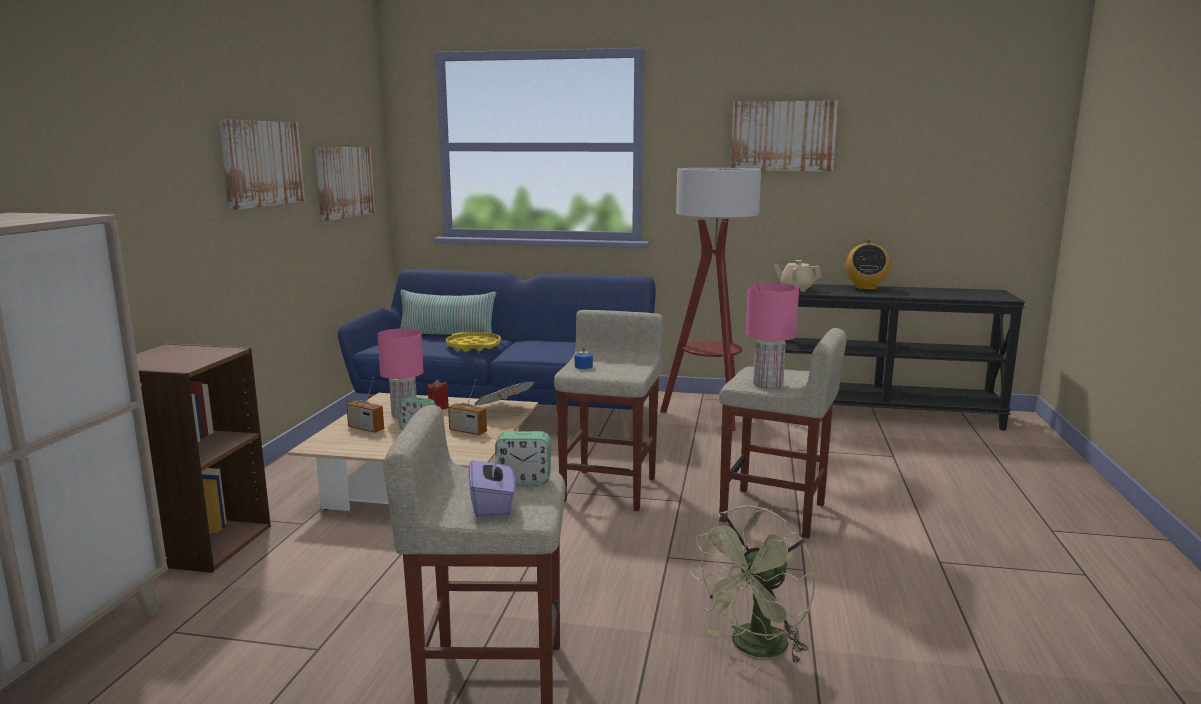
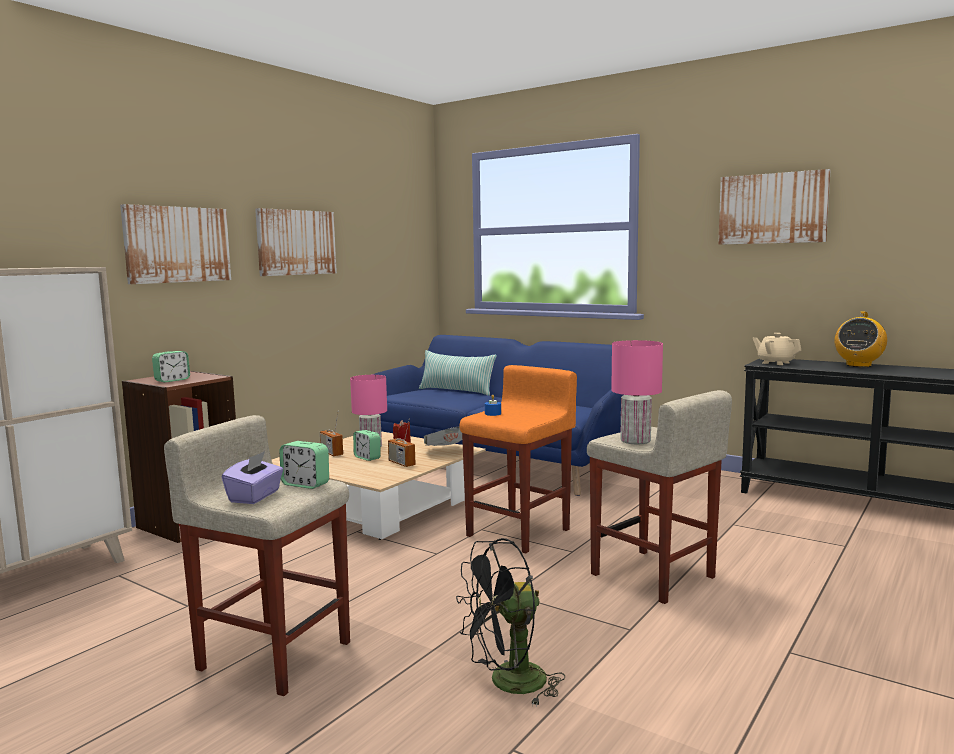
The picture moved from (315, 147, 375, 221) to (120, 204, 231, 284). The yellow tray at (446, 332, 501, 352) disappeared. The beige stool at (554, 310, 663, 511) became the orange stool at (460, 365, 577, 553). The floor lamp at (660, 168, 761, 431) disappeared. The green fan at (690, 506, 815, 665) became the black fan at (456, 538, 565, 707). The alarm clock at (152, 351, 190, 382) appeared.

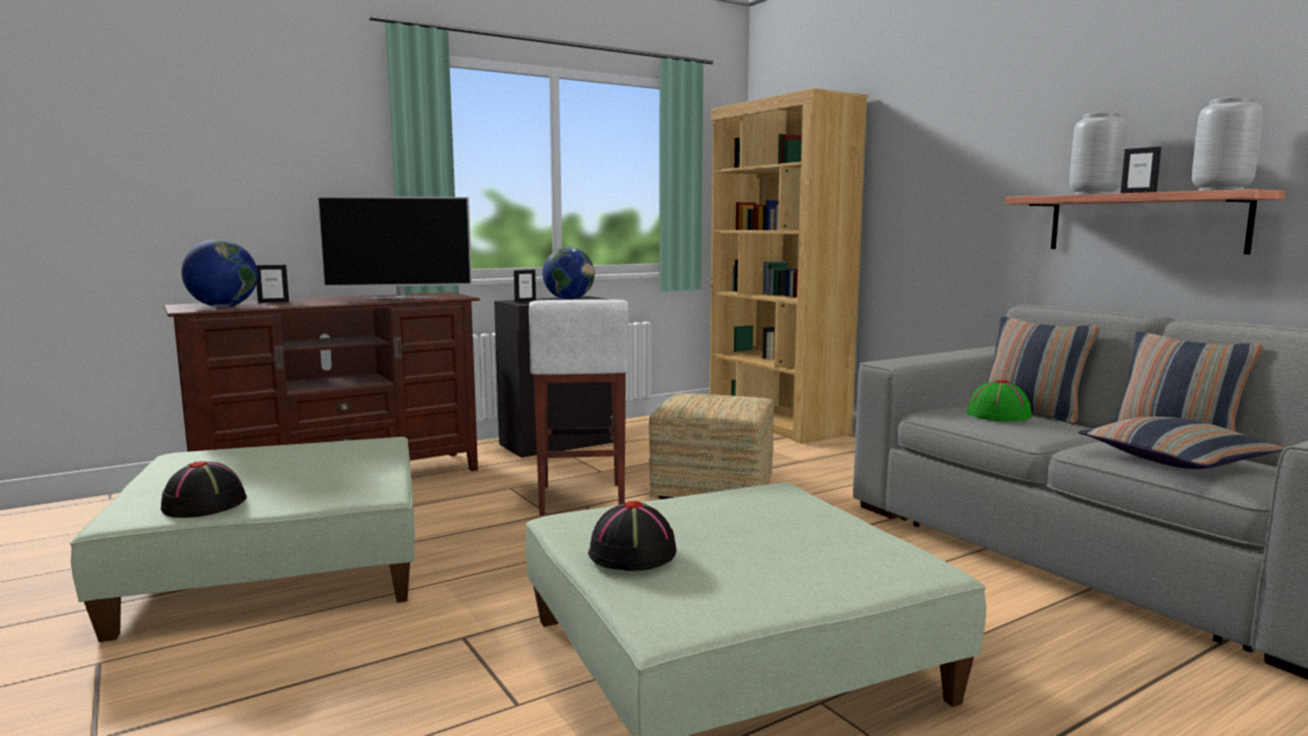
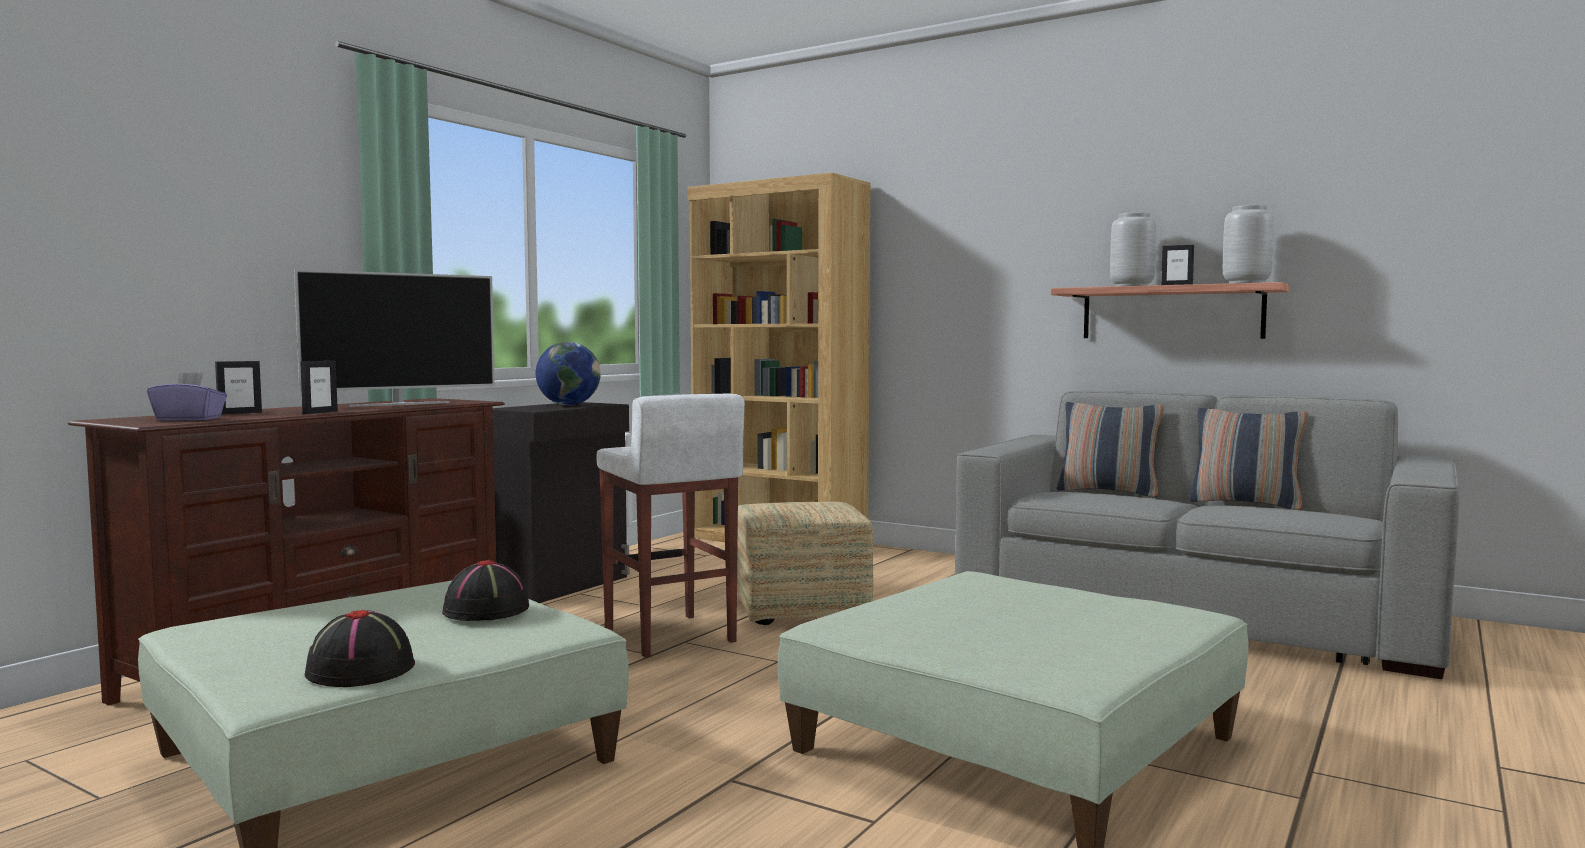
The globe at (181, 239, 258, 307) was replaced by the purple tissue box at (147, 372, 227, 421). The picture frame moved from (514, 270, 536, 302) to (300, 361, 338, 414). The black hat moved from (588, 501, 676, 571) to (442, 560, 529, 621). The green hat at (967, 380, 1032, 421) disappeared. The pillow at (1078, 417, 1285, 469) disappeared.

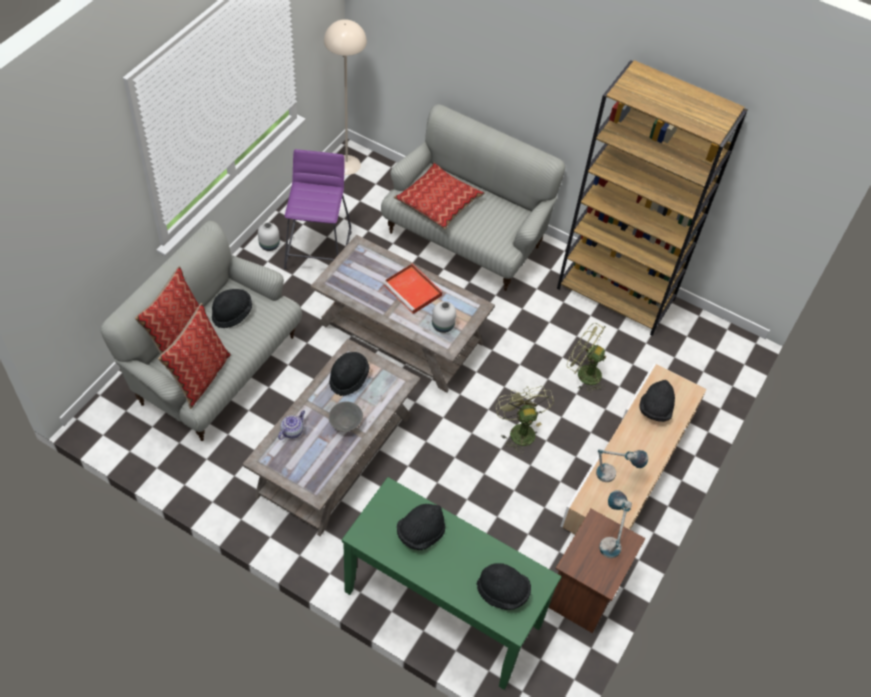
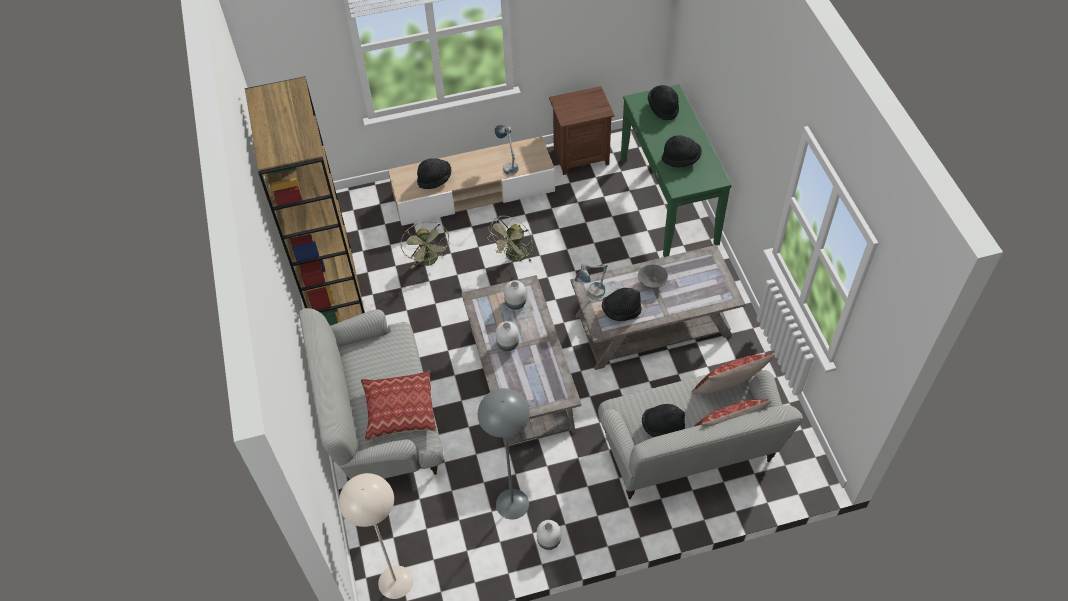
The teapot at (278, 410, 305, 440) disappeared. The purple stool at (284, 149, 352, 269) was replaced by the grey floor lamp at (478, 388, 530, 520). The red tray at (383, 263, 442, 314) was replaced by the white vase at (496, 321, 519, 351). The table lamp moved from (599, 490, 632, 558) to (575, 264, 607, 298).

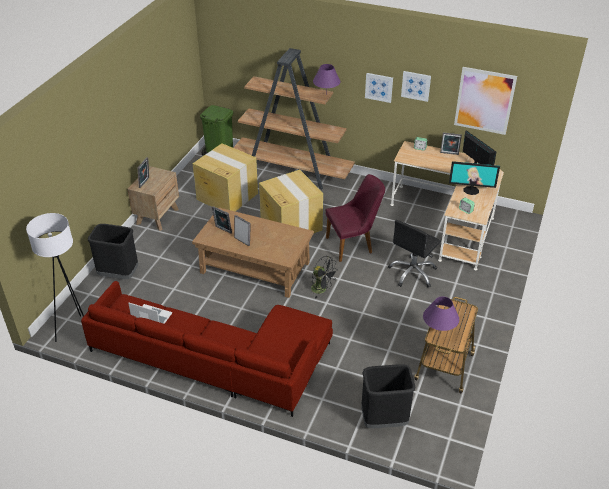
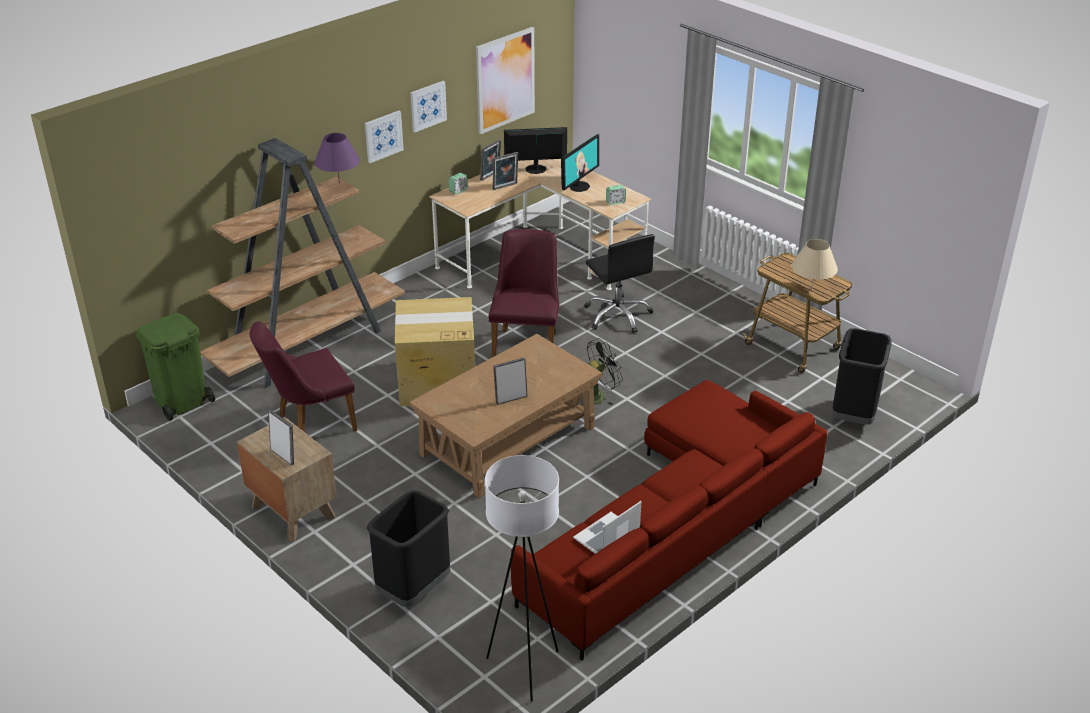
The cardboard box at (193, 143, 258, 211) was replaced by the purple chair at (250, 322, 358, 432). The picture frame moved from (212, 206, 232, 234) to (493, 152, 518, 190). The purple table lamp at (423, 296, 459, 331) became the beige table lamp at (792, 239, 838, 289).

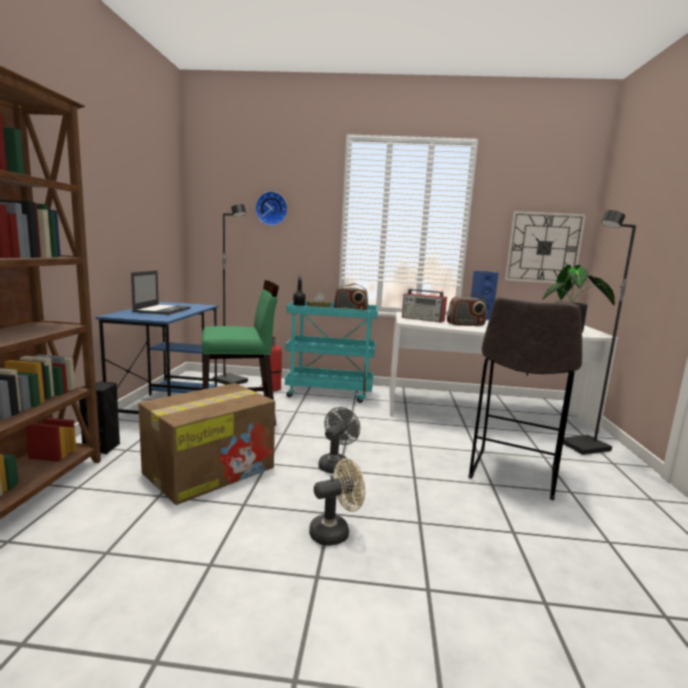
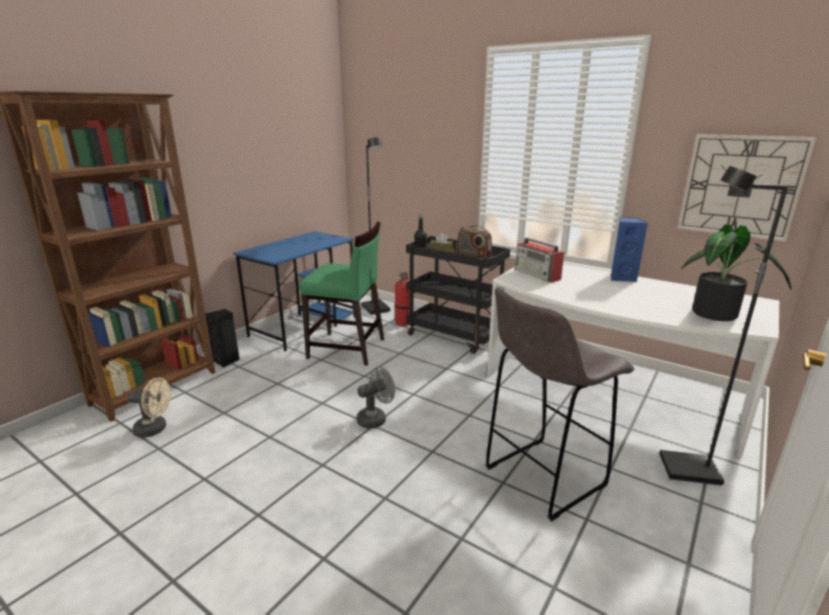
The laptop at (131, 271, 190, 315) disappeared. The cardboard box at (138, 383, 275, 505) disappeared. The wall clock at (255, 191, 288, 226) disappeared. The turquoise cart at (285, 301, 378, 403) became the black cart at (406, 236, 510, 354). The beige fan moved from (309, 458, 365, 546) to (128, 378, 171, 438). The radio at (447, 293, 486, 326) disappeared.

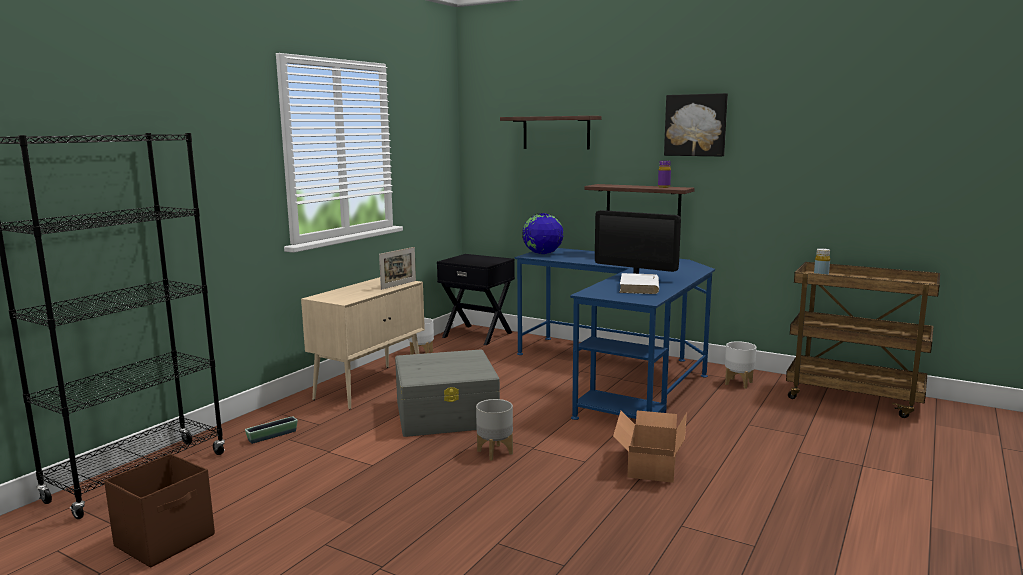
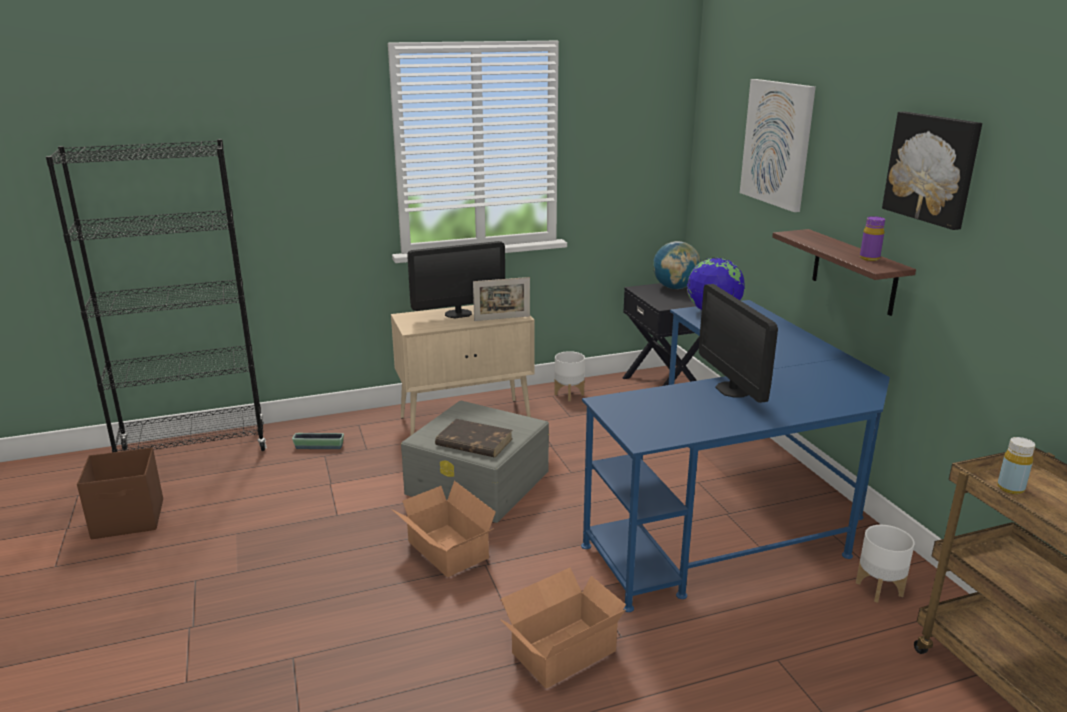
The grey planter at (476, 399, 513, 460) was replaced by the cardboard box at (392, 481, 496, 577). The shelf at (500, 116, 602, 150) was replaced by the picture at (740, 79, 816, 212). The white book at (619, 273, 659, 294) disappeared. The monitor at (407, 241, 505, 318) appeared. The brown book at (435, 419, 512, 458) appeared. The globe at (653, 241, 701, 289) appeared.

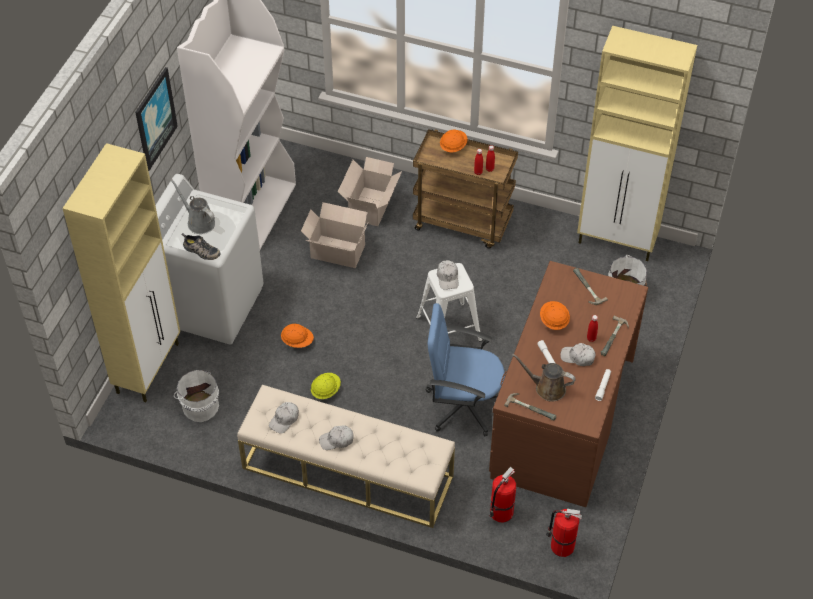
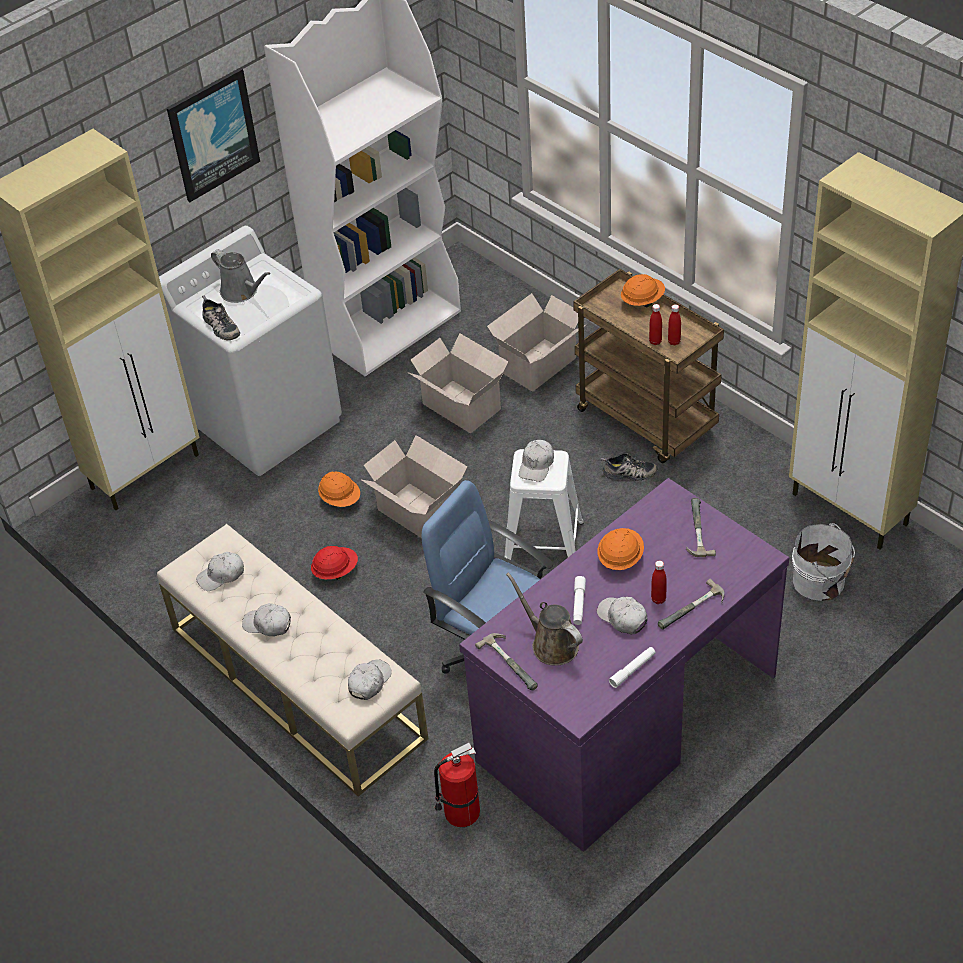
The grey watering can at (171, 179, 215, 234) turned 150 degrees clockwise. The white bucket at (174, 370, 219, 422) disappeared. The yellow hard hat at (311, 373, 341, 399) became the red hard hat at (311, 546, 358, 580). The brown desk at (489, 261, 648, 507) became the purple desk at (459, 478, 789, 851). The fire extinguisher at (546, 509, 582, 557) disappeared. The white cap at (348, 659, 392, 700) appeared. The cardboard box at (362, 435, 467, 538) appeared. The shoe at (601, 453, 658, 481) appeared.

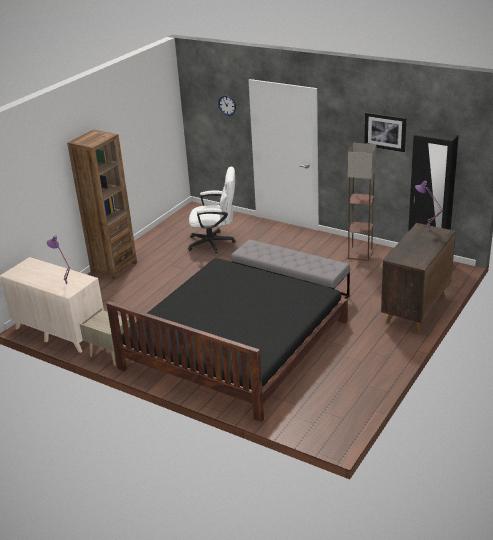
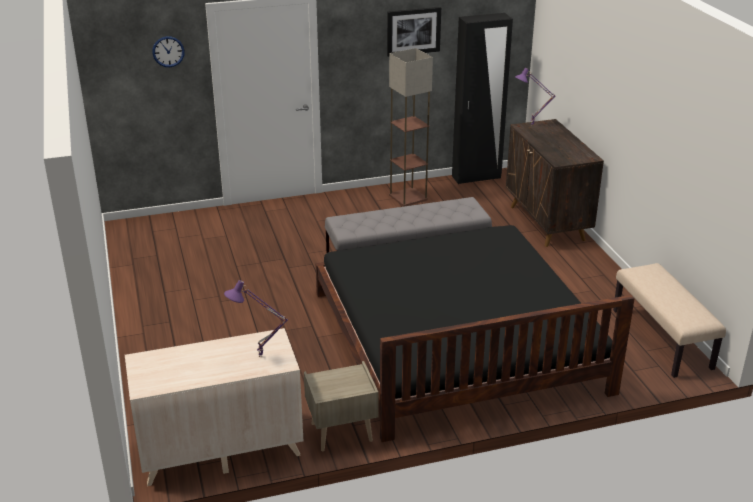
The brown bookcase at (67, 130, 137, 279) disappeared. The white office chair at (188, 167, 236, 254) disappeared. The beige bench at (613, 263, 726, 378) appeared.

